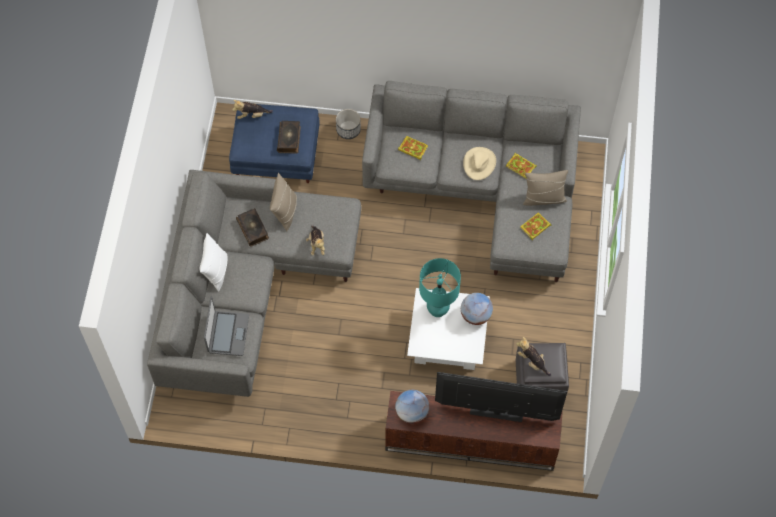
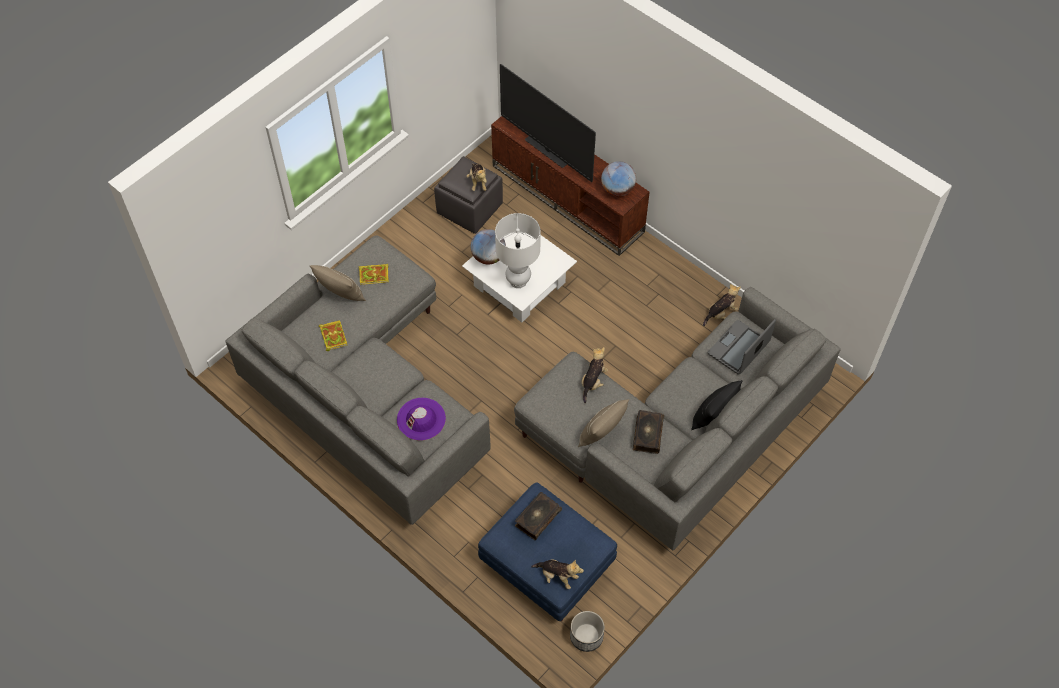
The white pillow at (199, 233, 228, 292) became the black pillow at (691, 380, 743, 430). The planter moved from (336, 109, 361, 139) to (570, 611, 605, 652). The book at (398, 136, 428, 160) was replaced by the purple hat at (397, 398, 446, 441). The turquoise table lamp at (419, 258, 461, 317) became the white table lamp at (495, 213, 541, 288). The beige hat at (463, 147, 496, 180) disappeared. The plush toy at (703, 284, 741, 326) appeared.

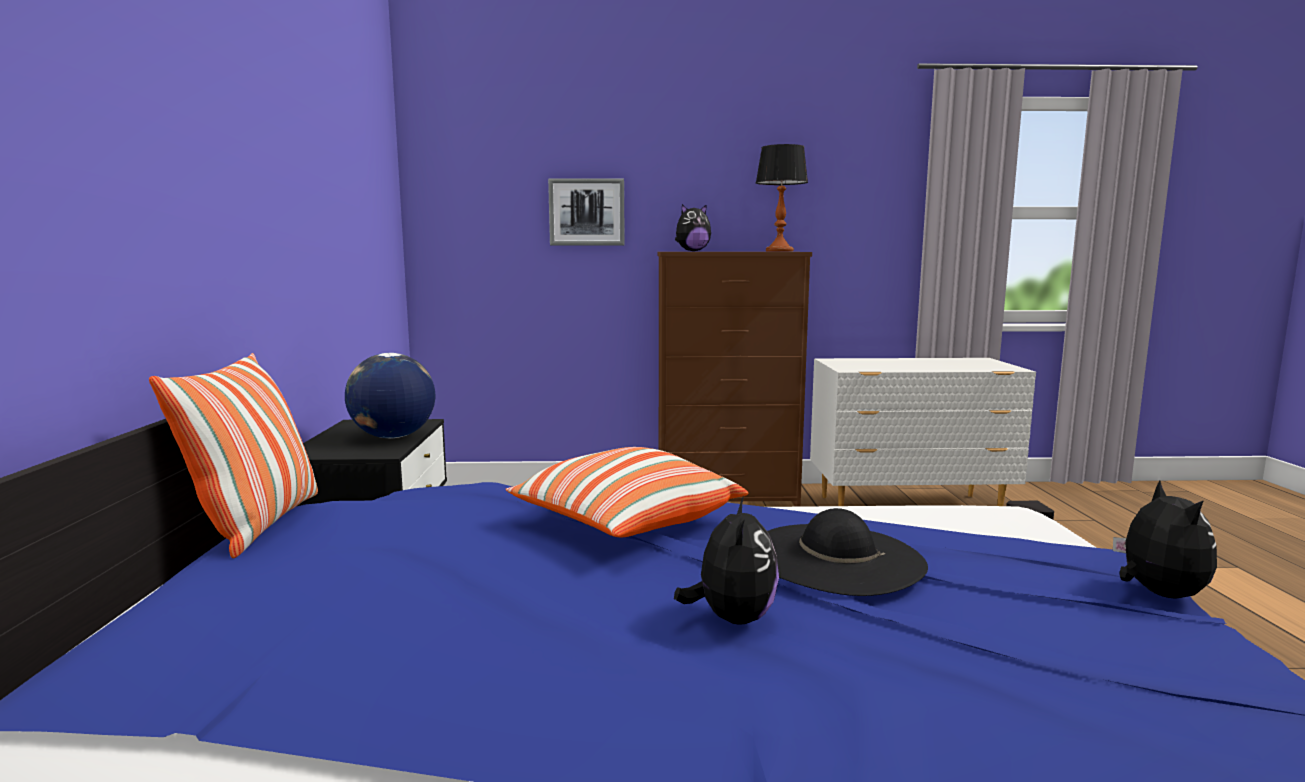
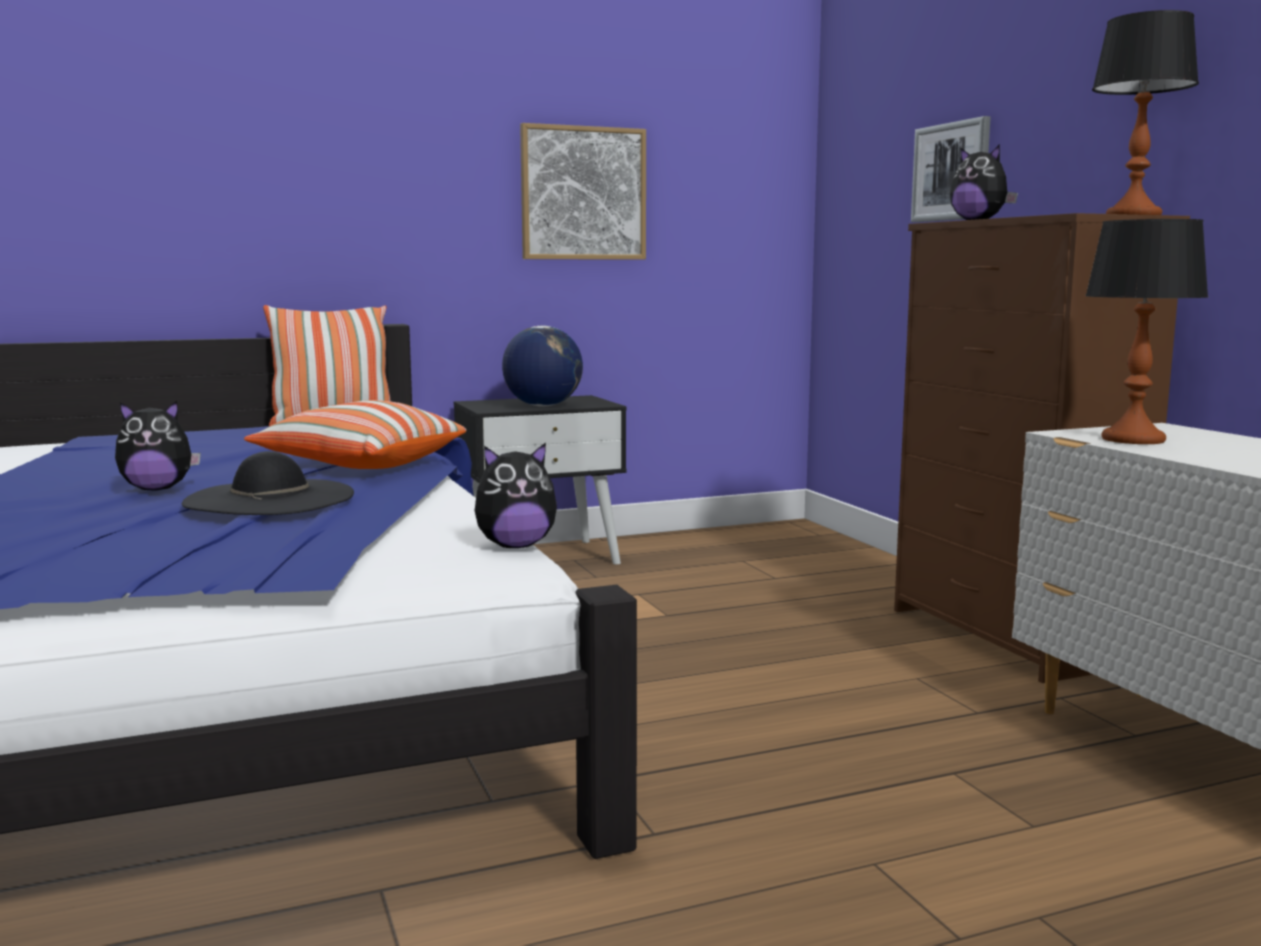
The plush toy moved from (1113, 480, 1217, 599) to (475, 443, 557, 548). The picture at (520, 123, 646, 260) appeared. The table lamp at (1085, 219, 1209, 444) appeared.

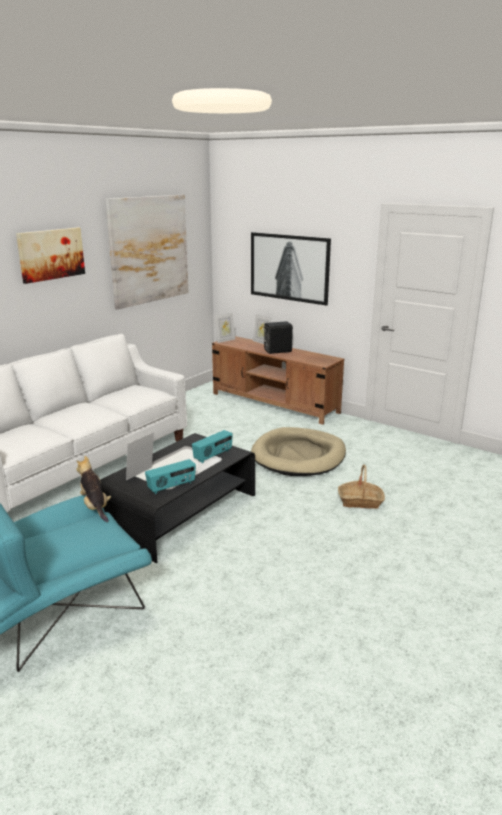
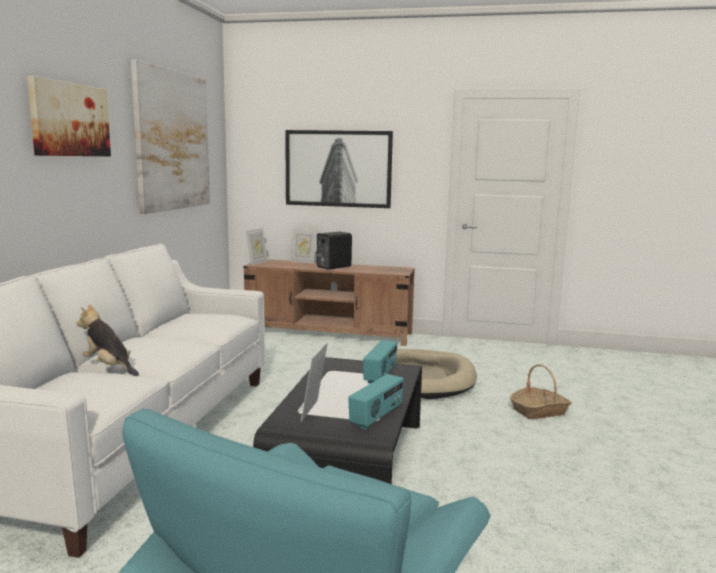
The plush toy moved from (76, 456, 111, 522) to (77, 304, 139, 376).

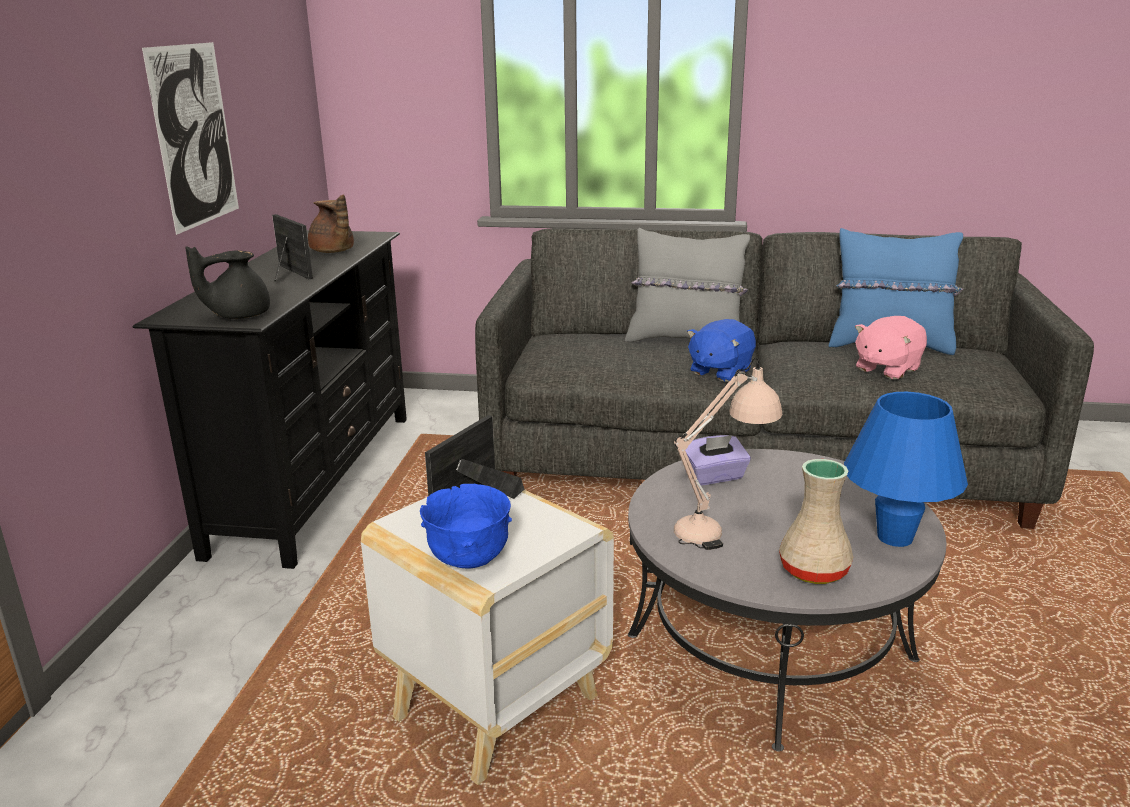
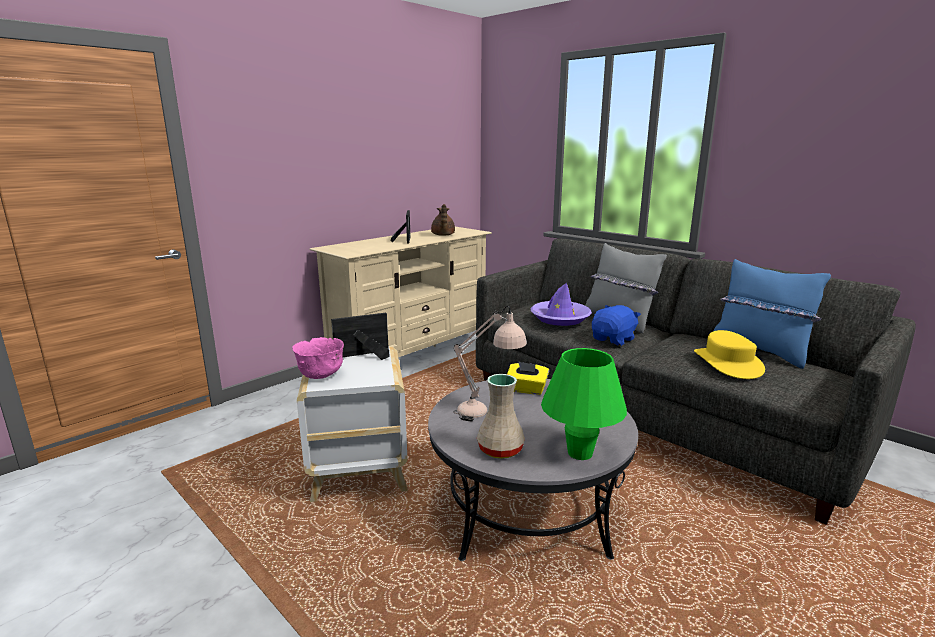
The black tv stand at (133, 230, 407, 569) became the beige tv stand at (309, 227, 492, 357). The picture at (142, 42, 239, 235) disappeared. The black teapot at (185, 246, 270, 319) disappeared. The blue bowl at (420, 484, 512, 569) became the pink bowl at (292, 337, 344, 379). The purple tissue box at (685, 435, 751, 485) became the yellow tissue box at (507, 362, 549, 395). The blue plush toy at (687, 319, 756, 382) turned 150 degrees clockwise. The blue table lamp at (844, 392, 968, 547) became the green table lamp at (541, 348, 627, 460). The pink plush toy at (855, 316, 927, 379) was replaced by the yellow hat at (694, 330, 765, 379). The purple hat at (531, 283, 592, 326) appeared.

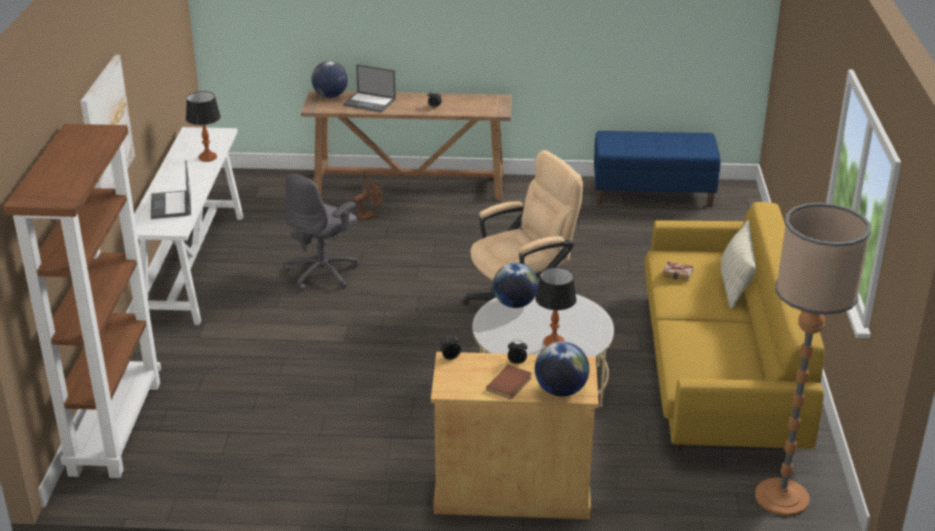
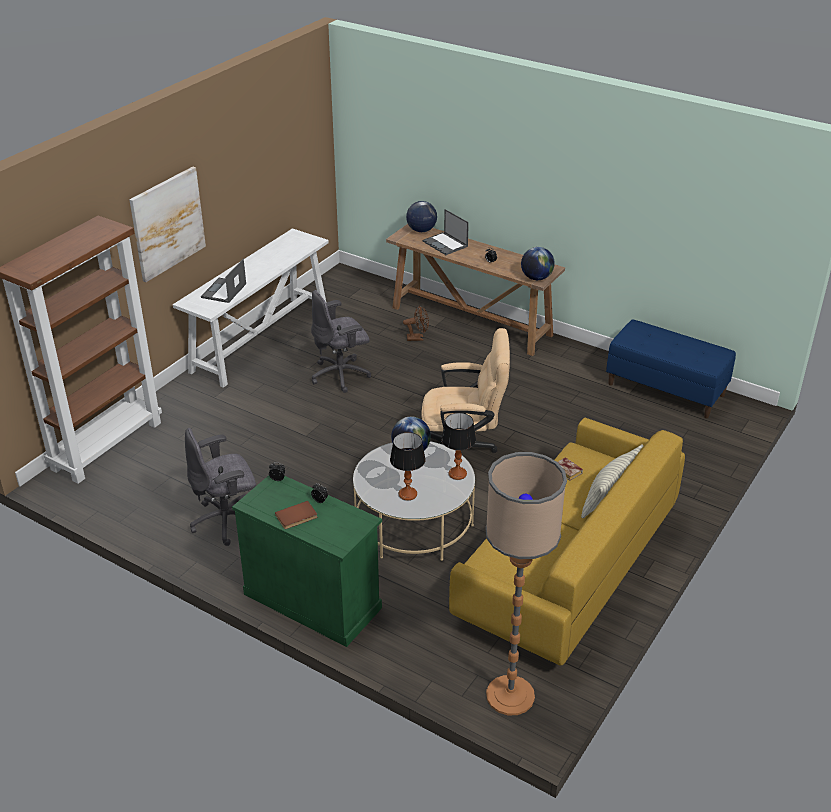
The table lamp moved from (186, 91, 221, 162) to (441, 413, 476, 480). The beige cabinet at (431, 352, 599, 519) became the green cabinet at (232, 475, 382, 647). The globe moved from (535, 342, 590, 397) to (521, 247, 555, 280). The grey office chair at (185, 428, 256, 546) appeared.

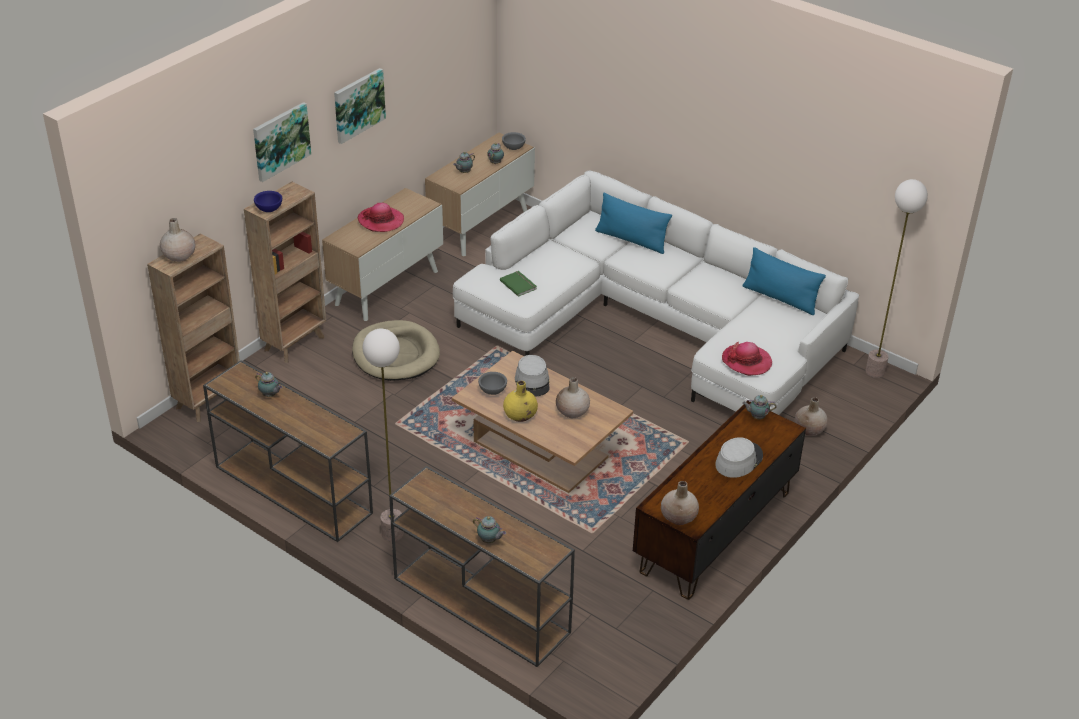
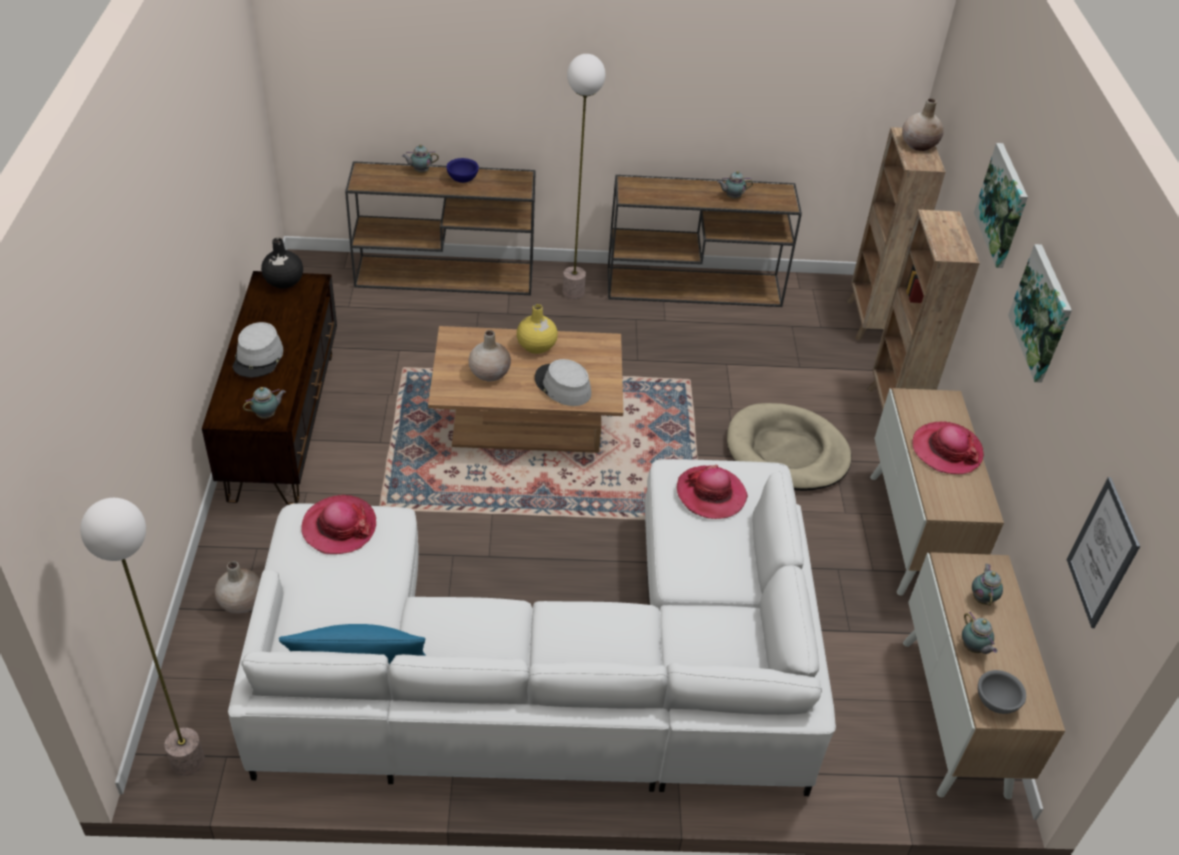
The blue bowl moved from (254, 191, 282, 212) to (447, 158, 479, 183). The grey bowl at (478, 372, 507, 395) disappeared. The green book at (500, 271, 537, 297) was replaced by the hat at (677, 465, 748, 519). The blue pillow at (595, 193, 672, 254) disappeared. The beige vase at (661, 481, 699, 525) became the black vase at (261, 238, 303, 289). The picture at (1067, 477, 1140, 628) appeared.

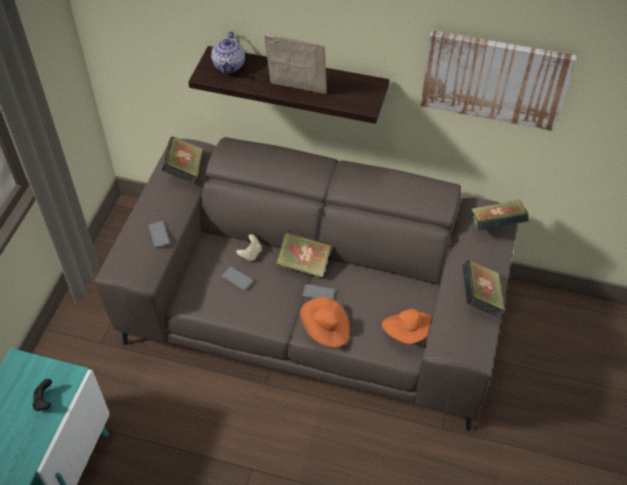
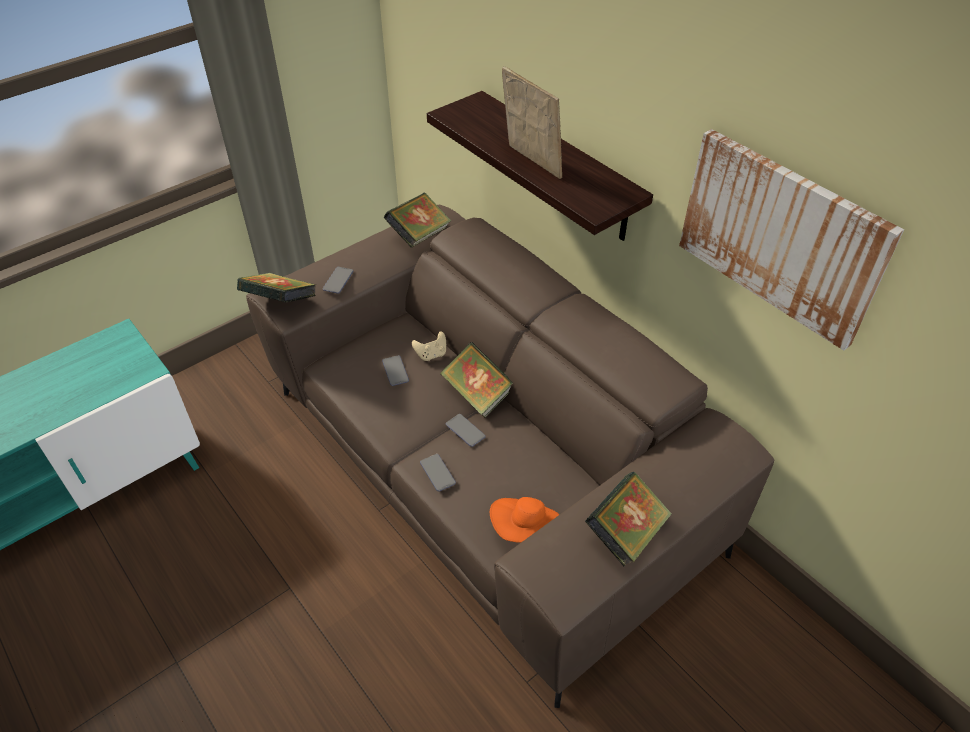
The black game controller at (32, 379, 52, 411) disappeared. The teapot at (211, 31, 245, 74) disappeared. The orange hat at (300, 297, 350, 347) was replaced by the phone at (420, 454, 456, 492). The book moved from (471, 200, 529, 231) to (237, 273, 316, 302).

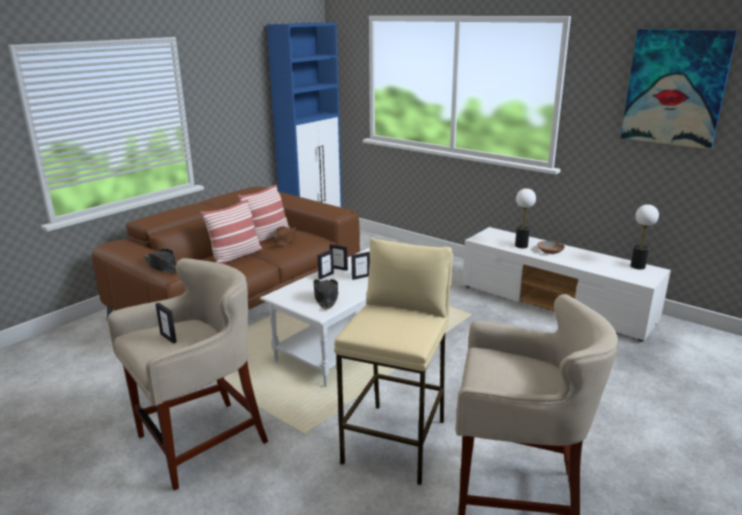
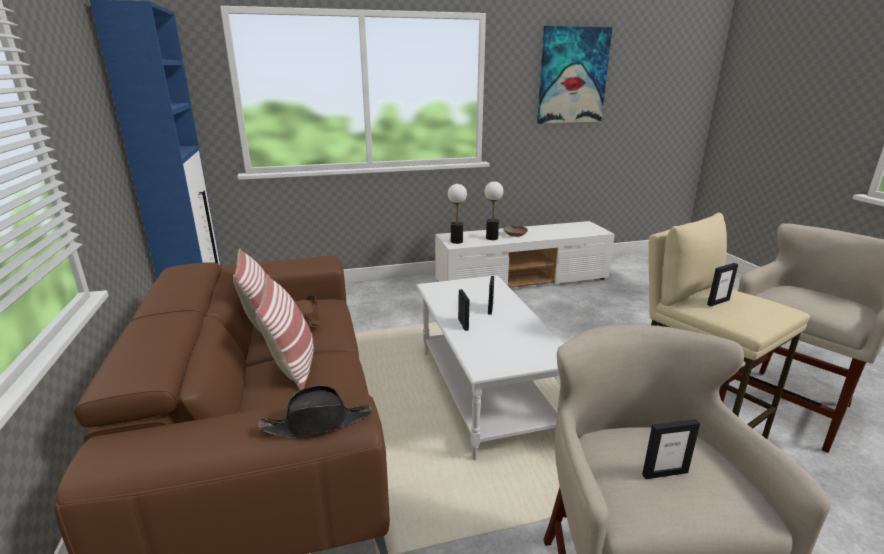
The black hat at (313, 279, 339, 310) disappeared. The picture frame moved from (330, 244, 348, 271) to (707, 263, 738, 306). The table lamp moved from (631, 204, 659, 270) to (448, 184, 467, 244).

